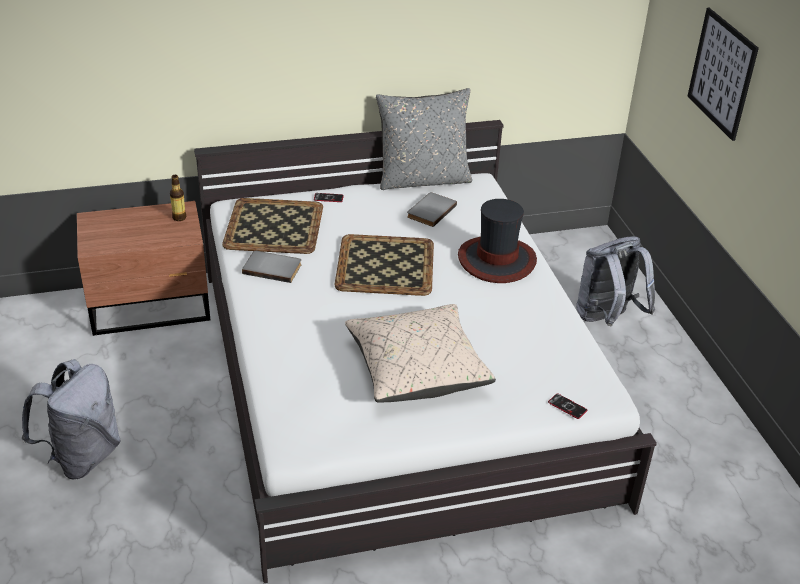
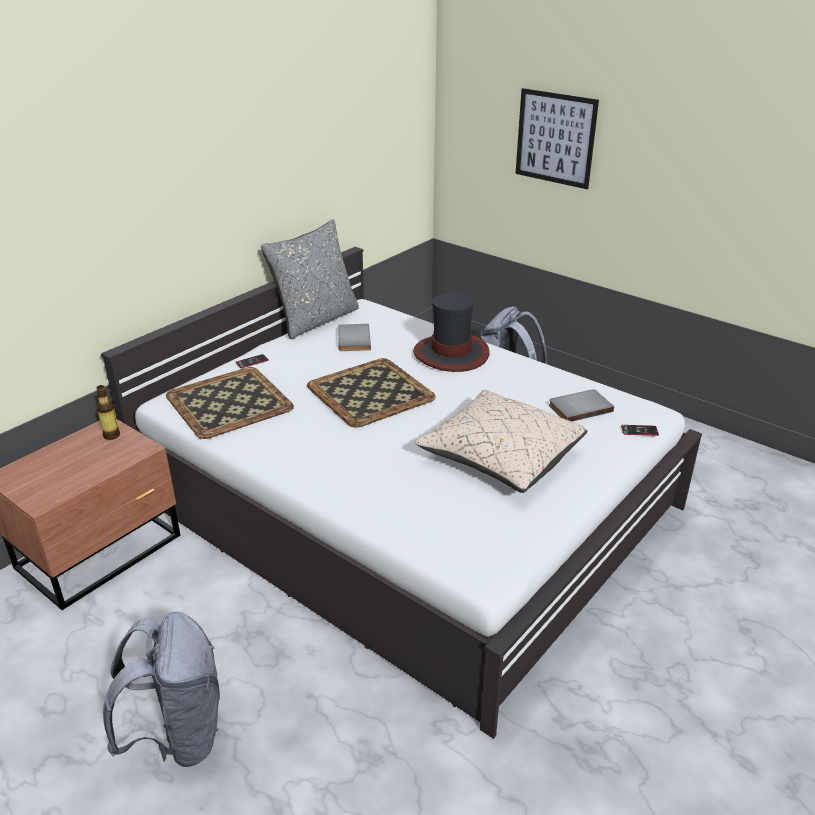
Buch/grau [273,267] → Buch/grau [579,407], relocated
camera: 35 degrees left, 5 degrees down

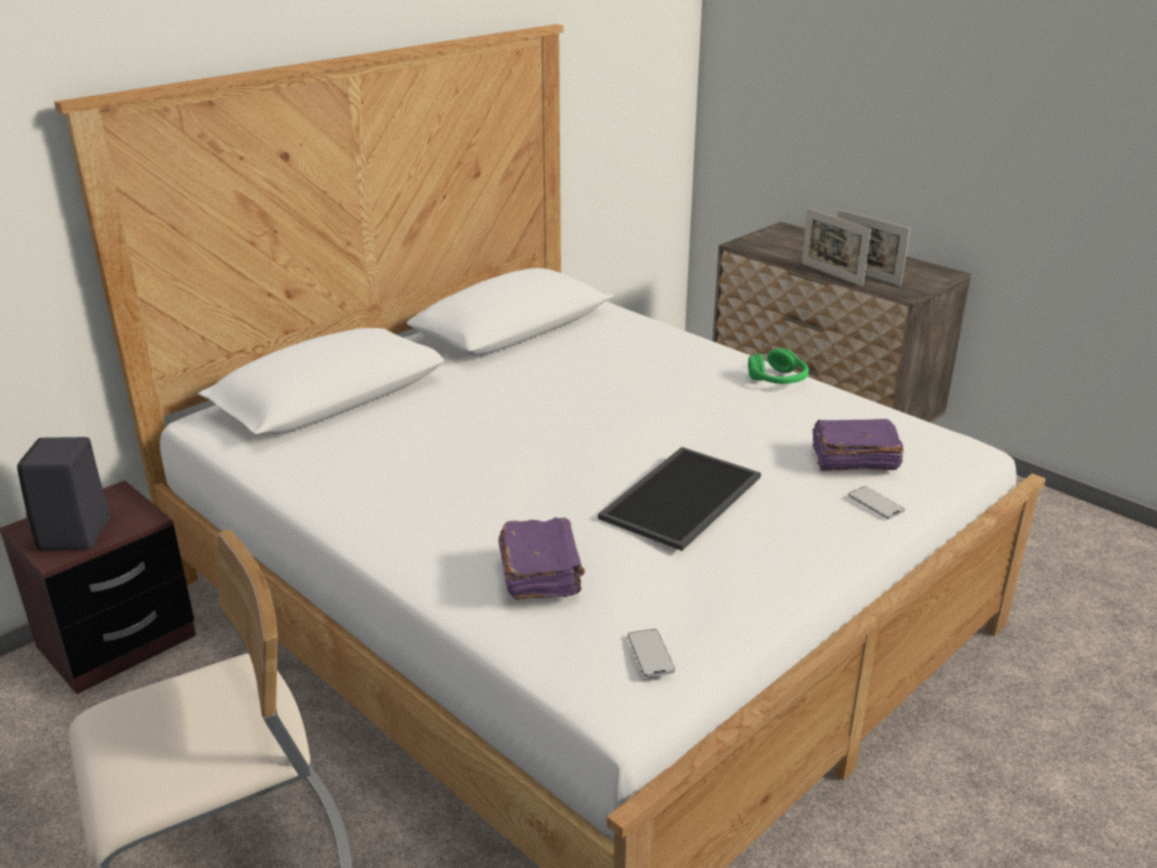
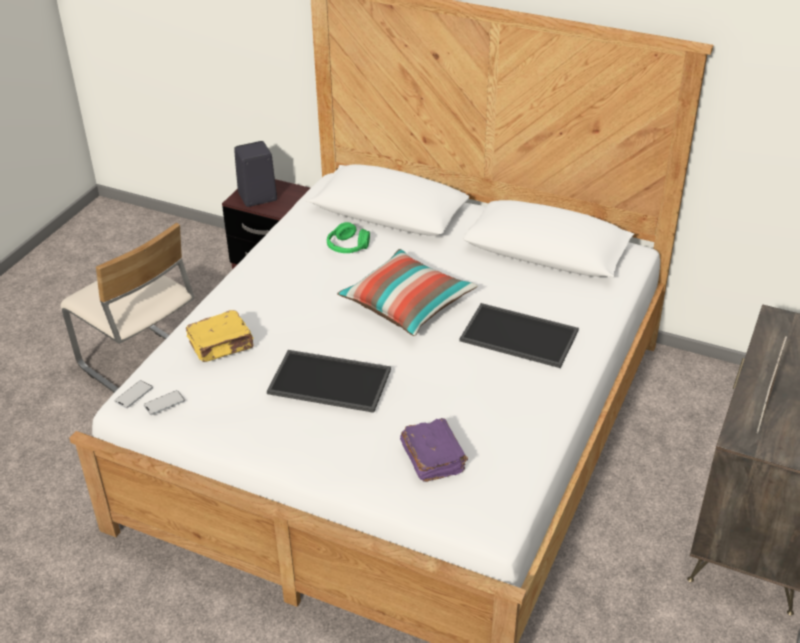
Handy [875,503] → Handy [134,395], relocated
Buch/lila [541,573] → Buch/gelb [222,345]
Kopfhörer/grün [778,380] → Kopfhörer/grün [347,247], relocated
- → Kissen [407,305]
- → Tablett [517,336]
Bilderrahmen [831,274] → -
camera: 70 degrees right, 10 degrees up

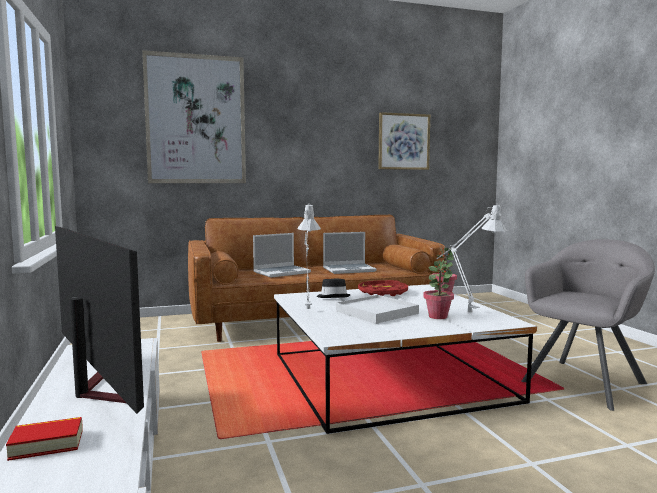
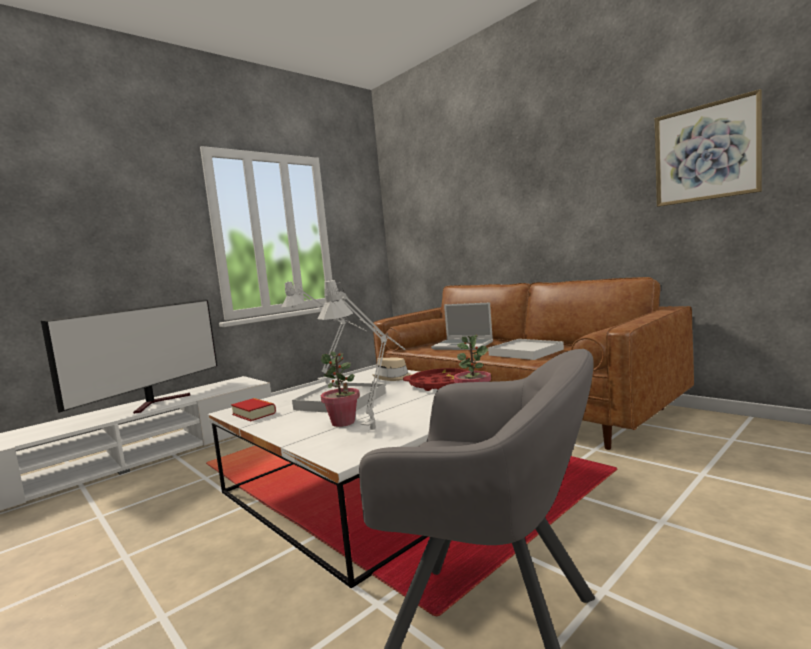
Buch [47,444] → Buch [254,414], relocated
Hut/schwarz [333,296] → Hut/beige [394,378]
Laptop [349,270] → Tablett/weiß [526,352]
Bild [196,119] → -
camera: 65 degrees right, 0 degrees up

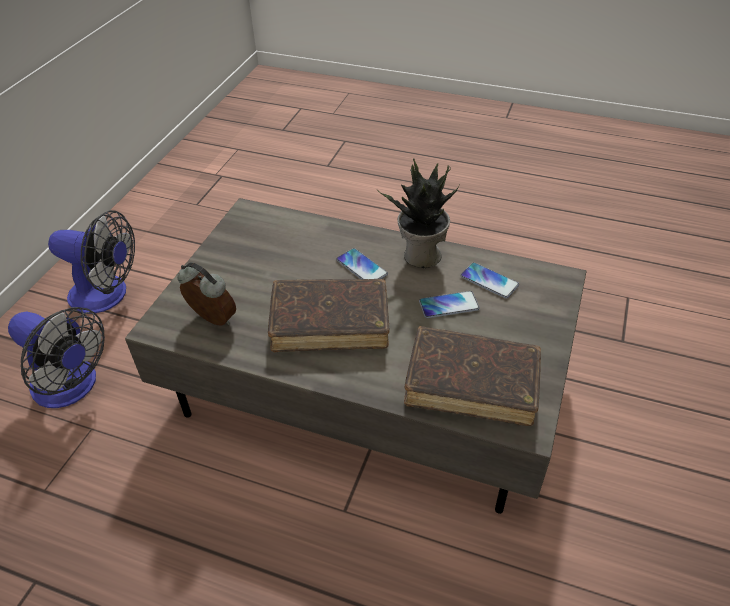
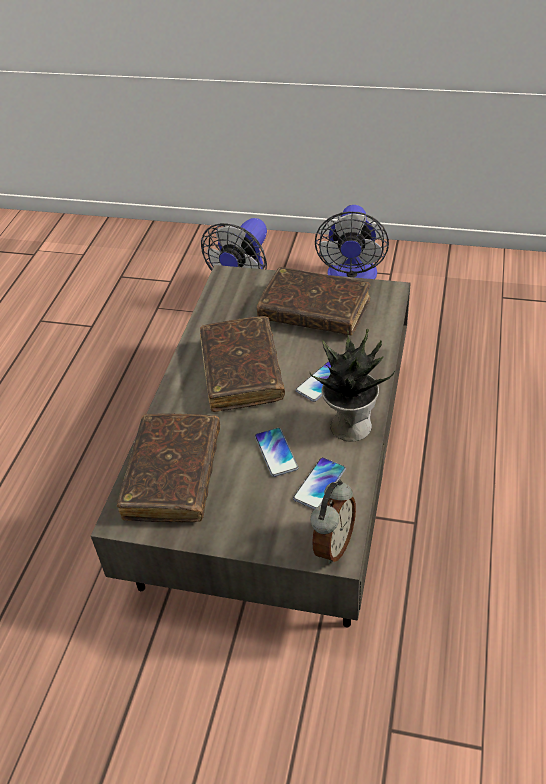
- → Buch/braun [314,311]
Wecker [212,320] → Wecker [332,545], relocated
camera: 85 degrees right, 0 degrees up

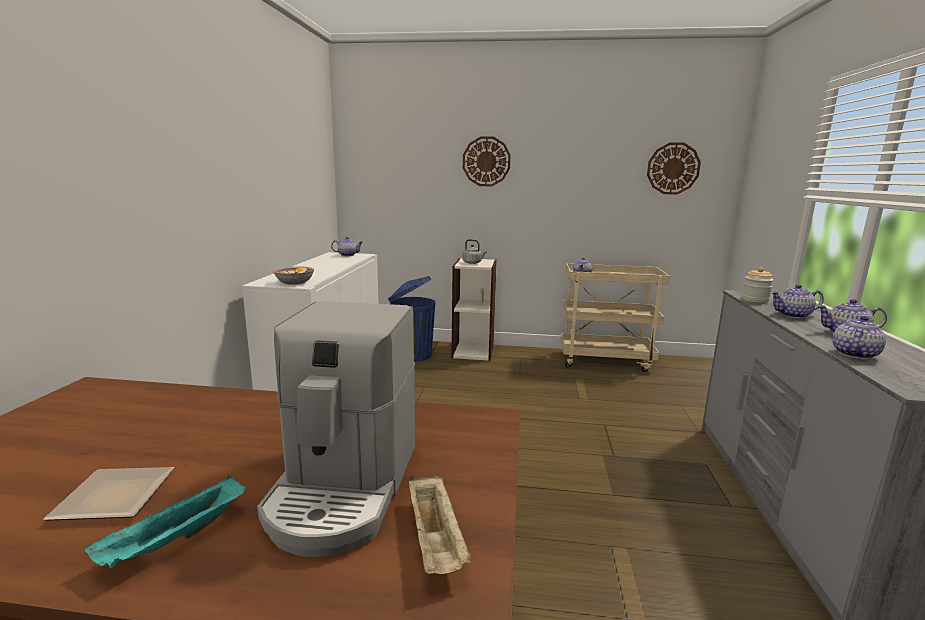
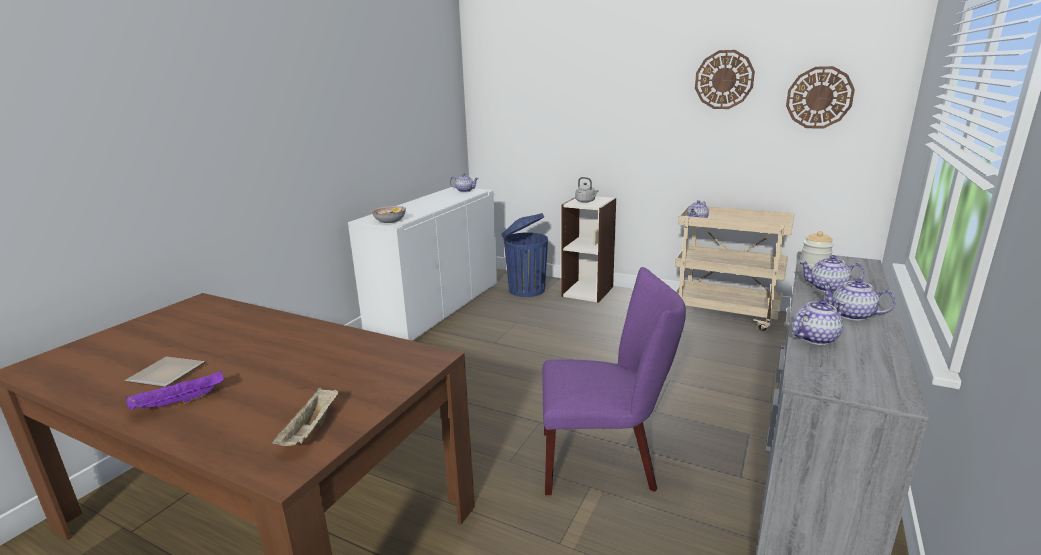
Tablett/türkis [176,540] → Tablett/lila [179,403]
- → Stuhl/lila [605,460]
Wanduhr [486,161] → Wanduhr [724,80], relocated
Kaffeemaschine [345,487] → -
camera: 20 degrees right, 5 degrees up

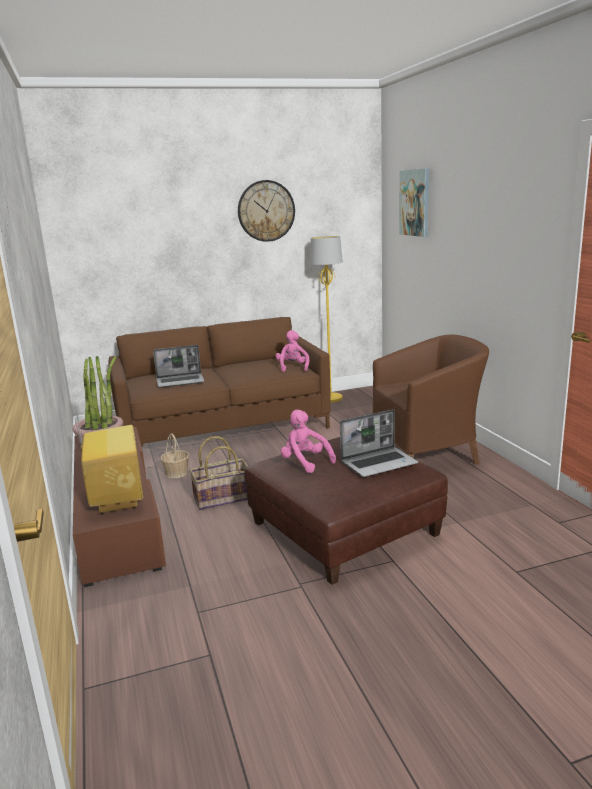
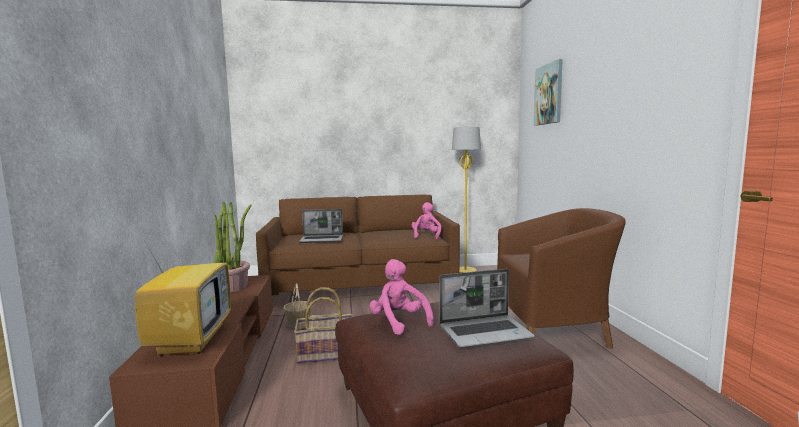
Wanduhr [266,211] → -
camera: 10 degrees right, 10 degrees down

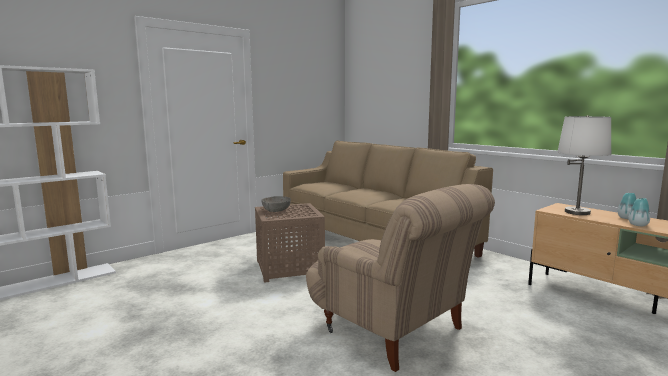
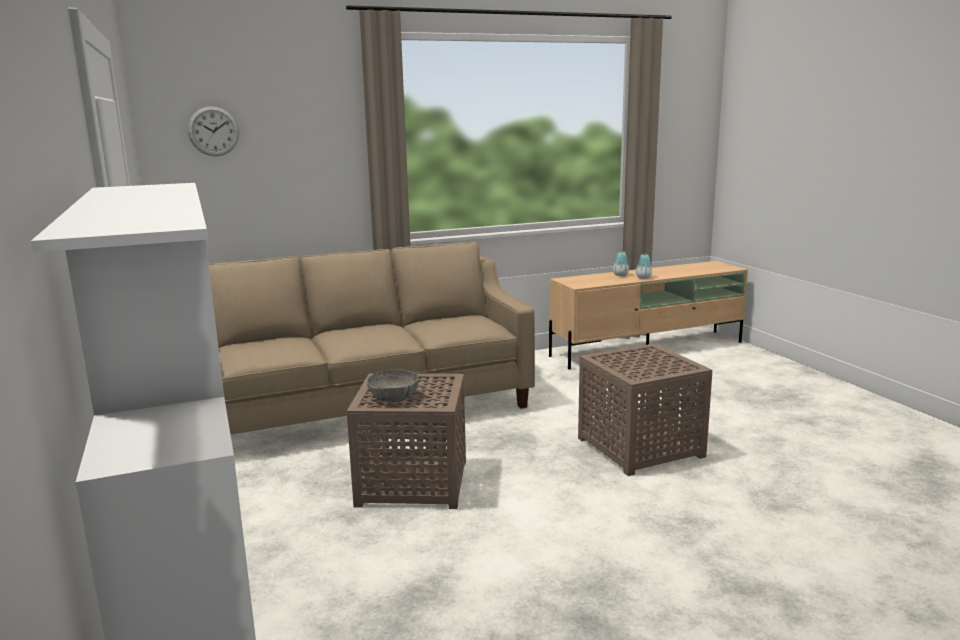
- → Wanduhr [213,131]
Sessel/beige [394,330] → Beistelltisch/braun [642,447]
Tischlampe/weiß [577,212] → -
camera: 70 degrees left, 5 degrees up

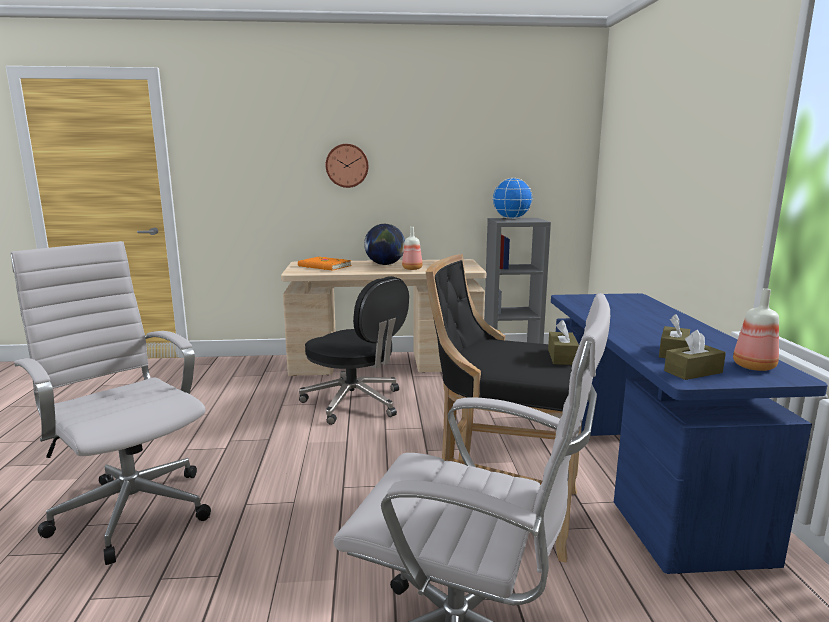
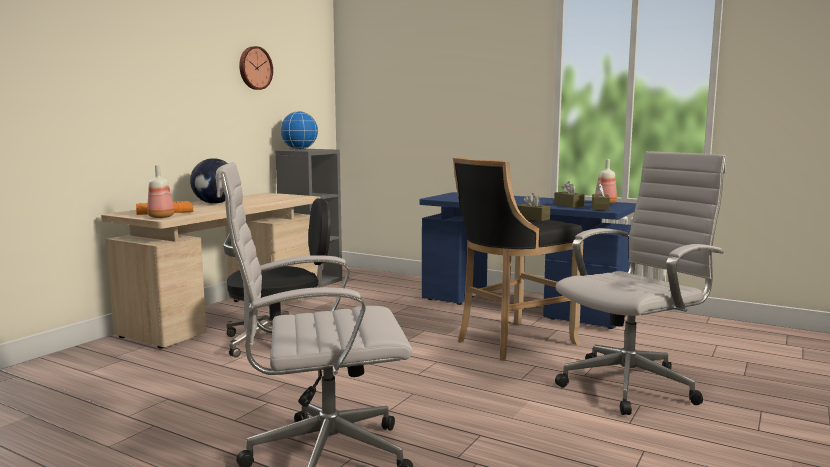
Flasche [413,269] → Flasche [162,217], relocated
Wanduhr [347,165] → Wanduhr [254,68], relocated
camera: 55 degrees left, 5 degrees down

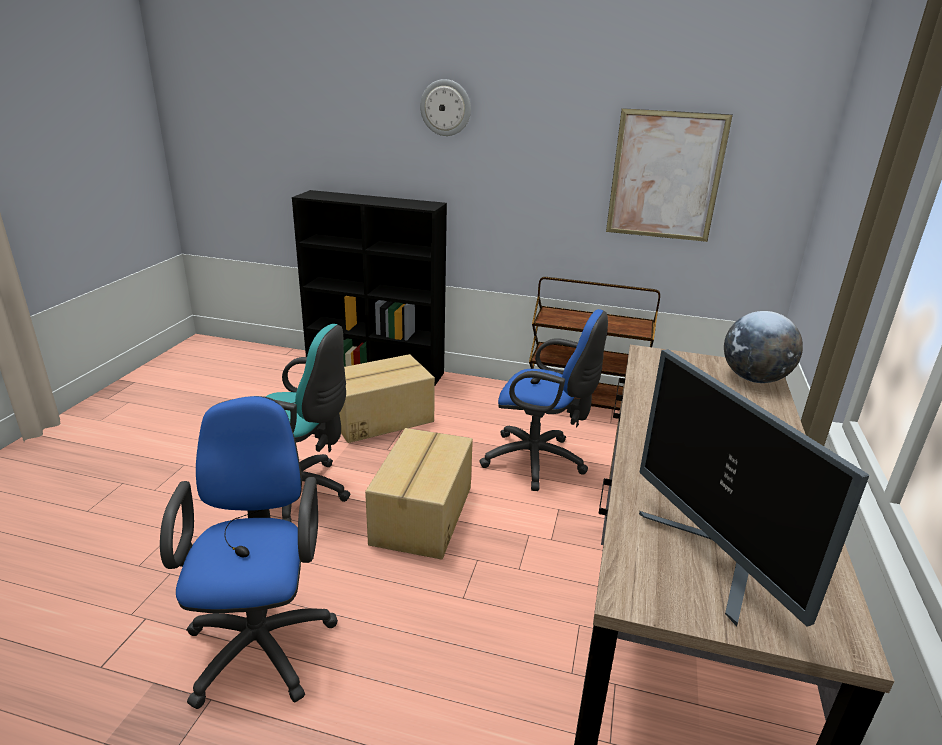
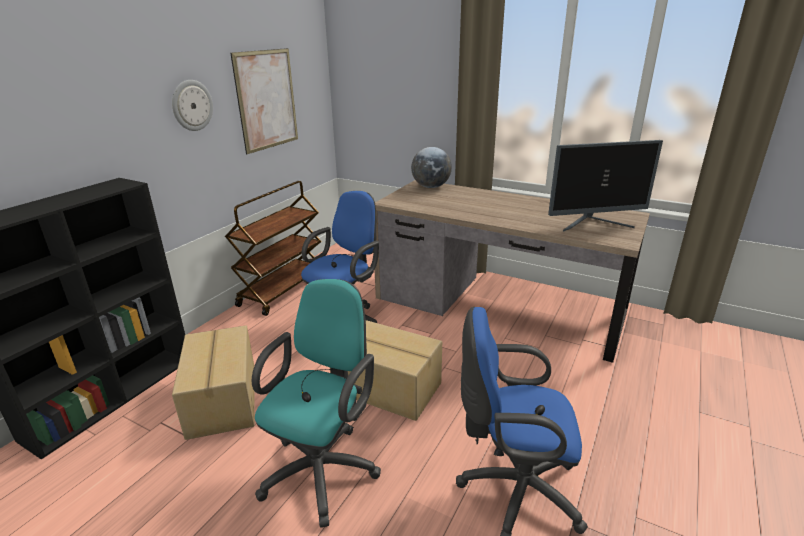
Wanduhr [445,108] → Wanduhr [191,105], relocated
camera: 75 degrees left, 0 degrees up

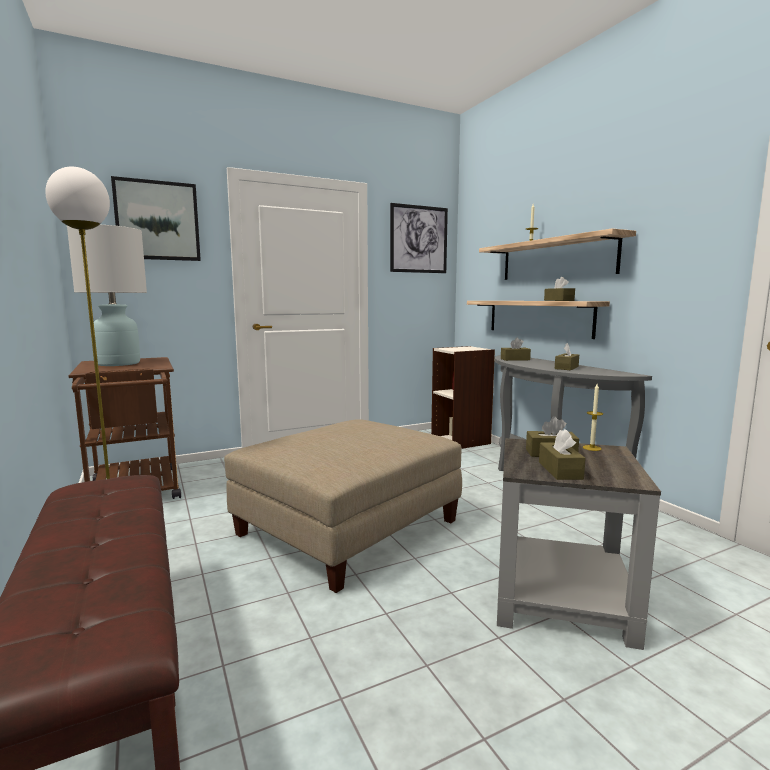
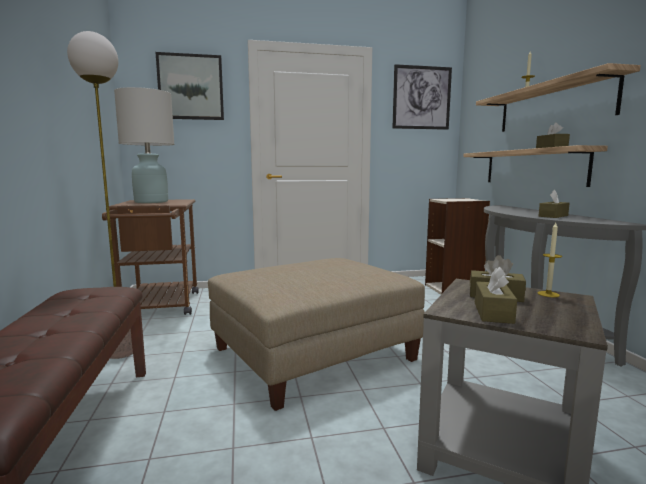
Taschentuchbox/braun [515,359] → -
camera: 15 degrees right, 0 degrees up

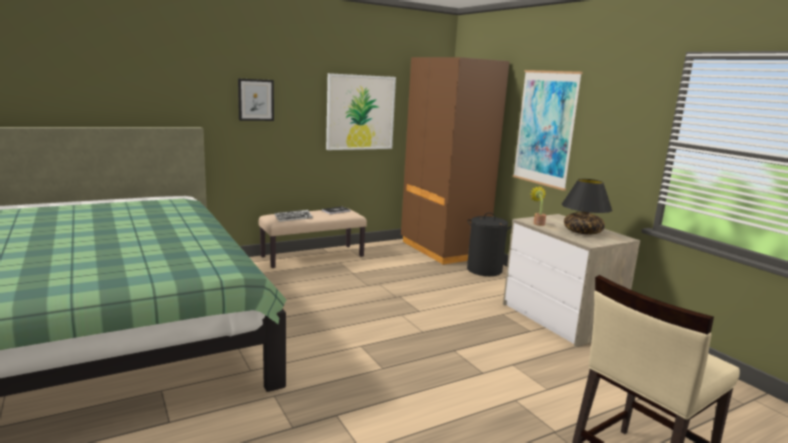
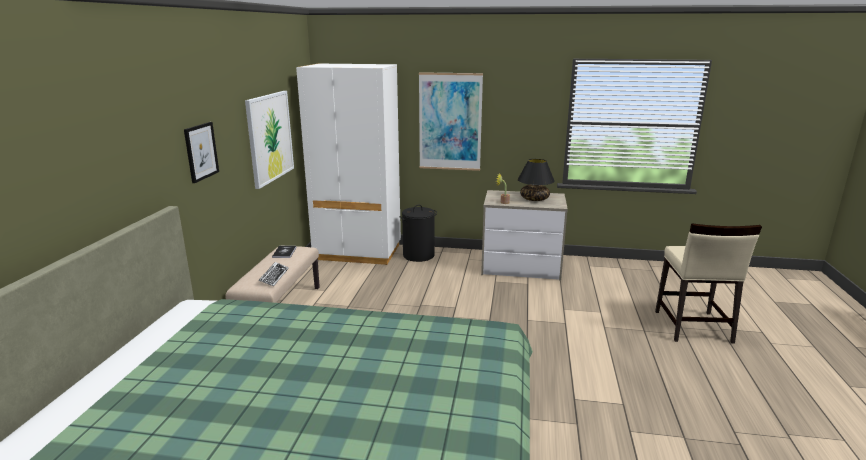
Kleiderschrank/braun [442,249] → Kleiderschrank/weiß [358,252]
camera: 50 degrees left, 5 degrees up

